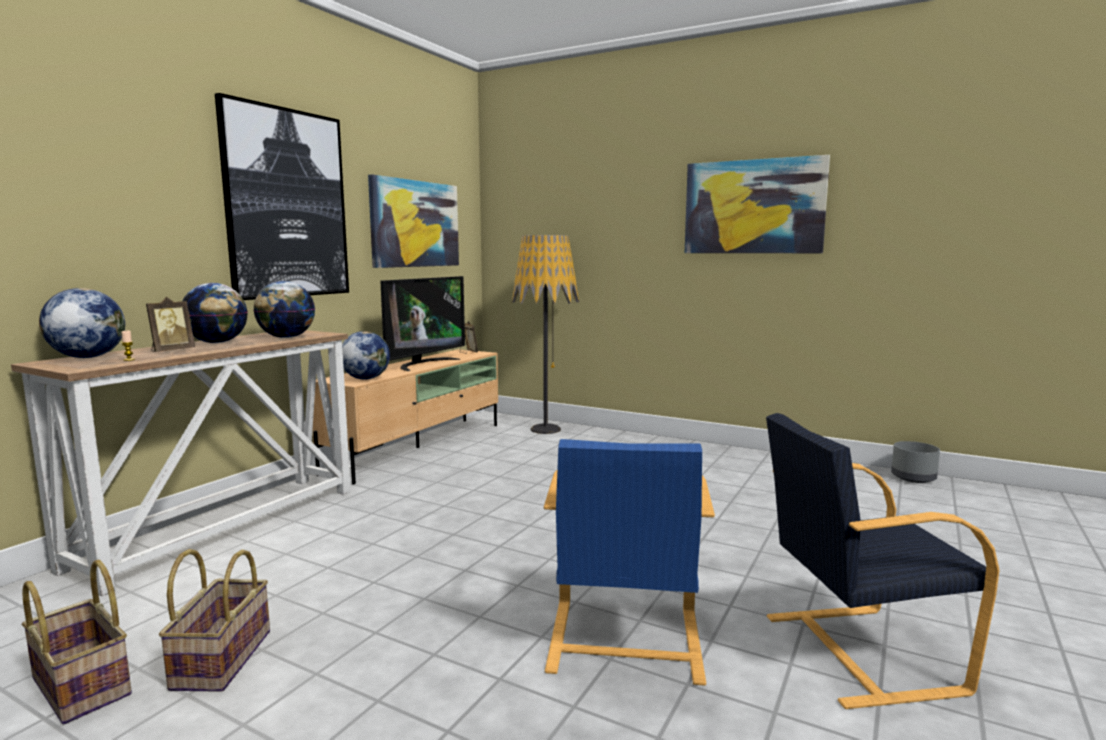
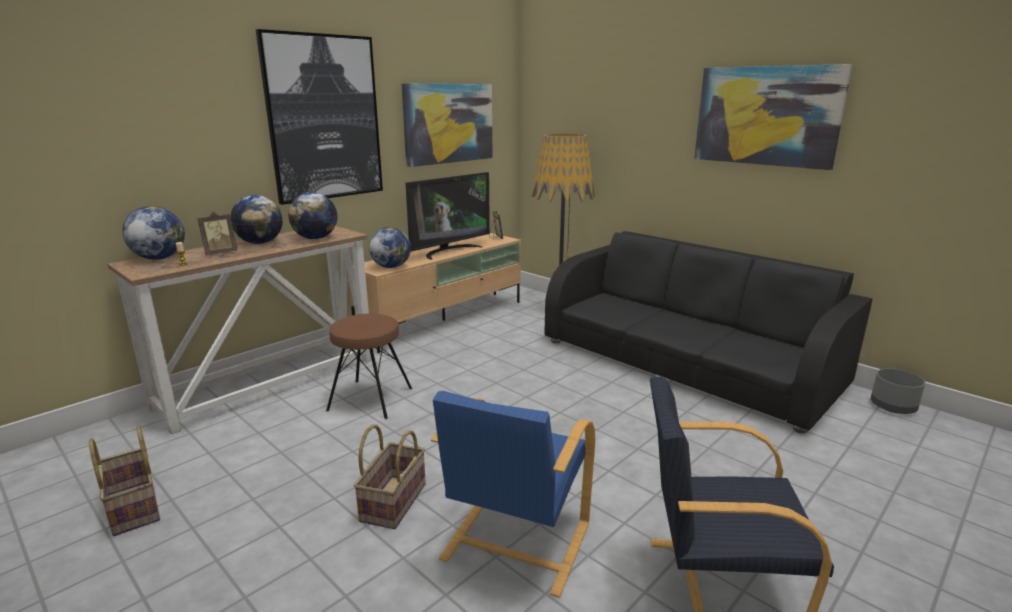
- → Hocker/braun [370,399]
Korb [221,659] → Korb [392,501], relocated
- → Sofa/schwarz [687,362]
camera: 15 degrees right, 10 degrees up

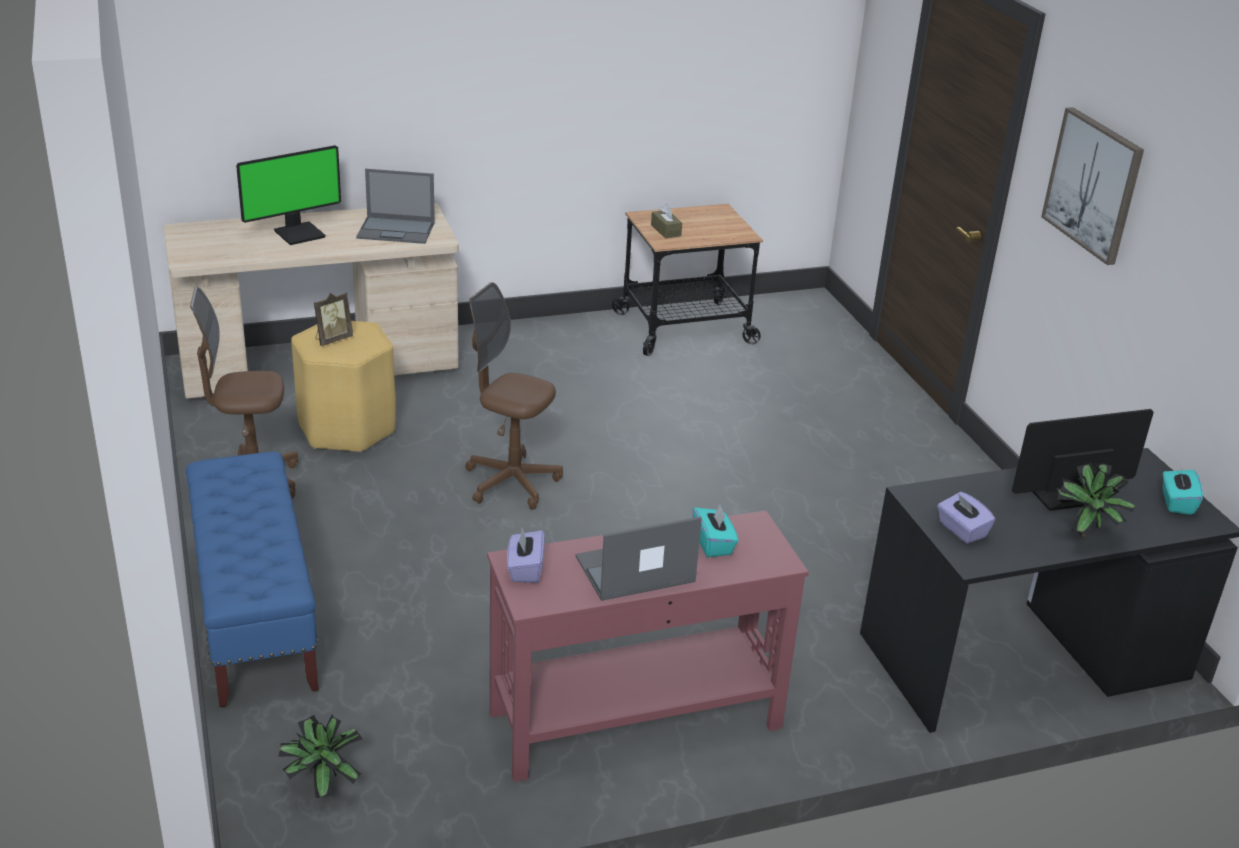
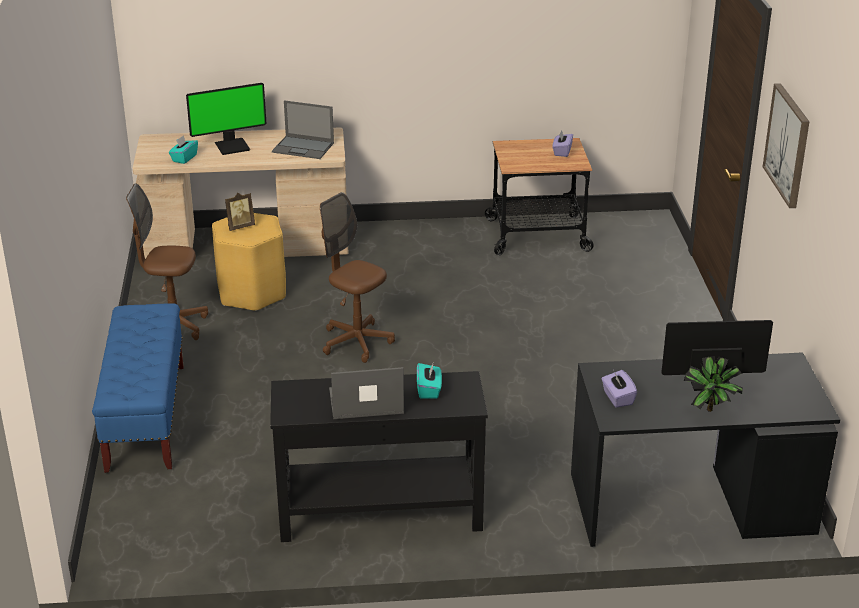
Taschentuchbox/türkis [1176,503] → Taschentuchbox/türkis [184,158], relocated
Konsolentisch/rot [634,720] → Konsolentisch/schwarz [379,513]
Taschentuchbox/lila [525,569] → Taschentuchbox/lila [562,152], relocated
Topfpflanze [322,787] → -
Taschentuchbox/braun [665,230] → -
camera: 15 degrees right, 0 degrees up

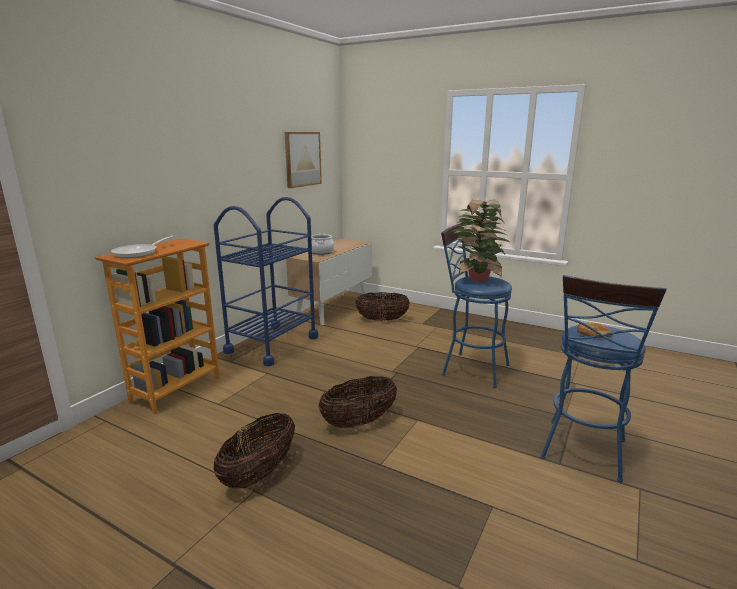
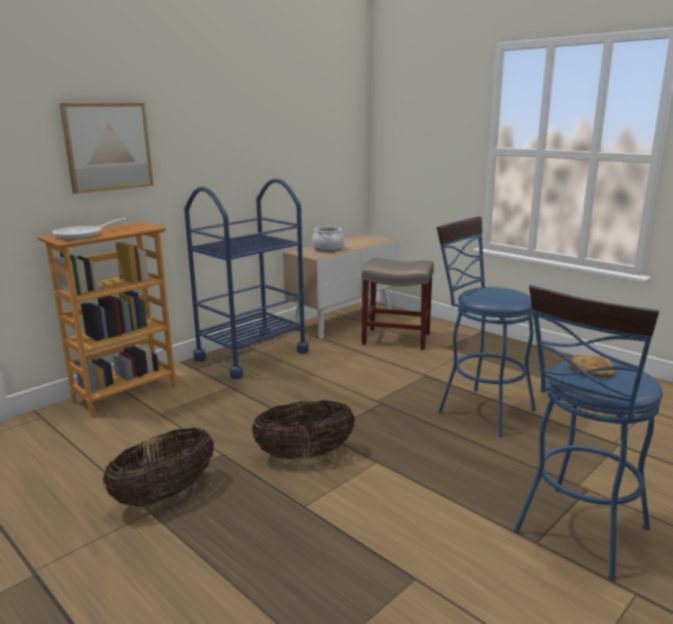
Bild [302,159] → Bild [107,146], relocated
Korb [382,320] → Hocker/beige [397,338]
Topfpflanze [477,279] → -
camera: 15 degrees right, 0 degrees up

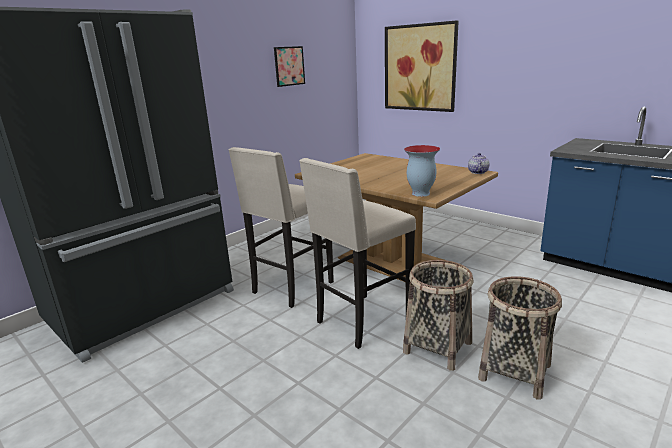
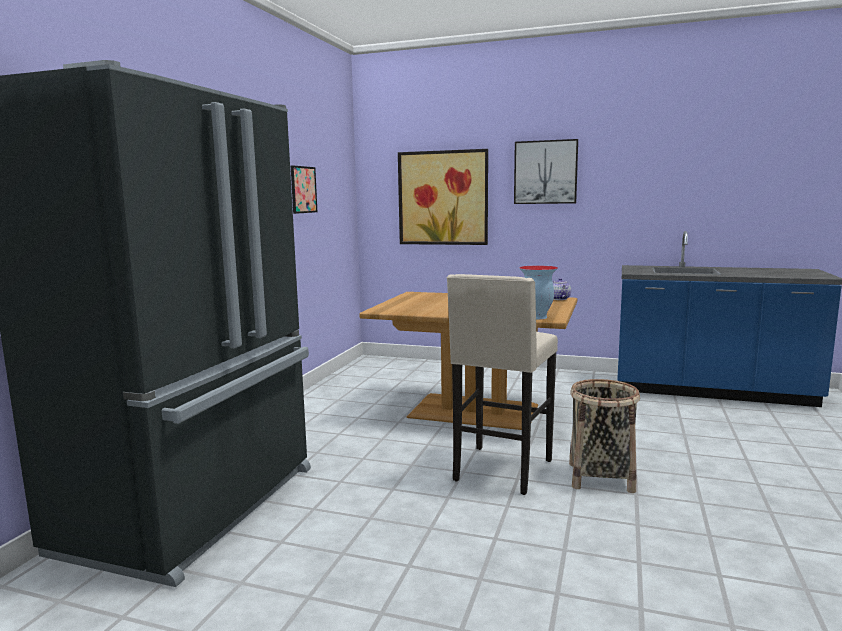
- → Bild [545,172]
Hocker/beige [291,288] → -
Korb [514,372] → -
camera: 25 degrees left, 10 degrees down

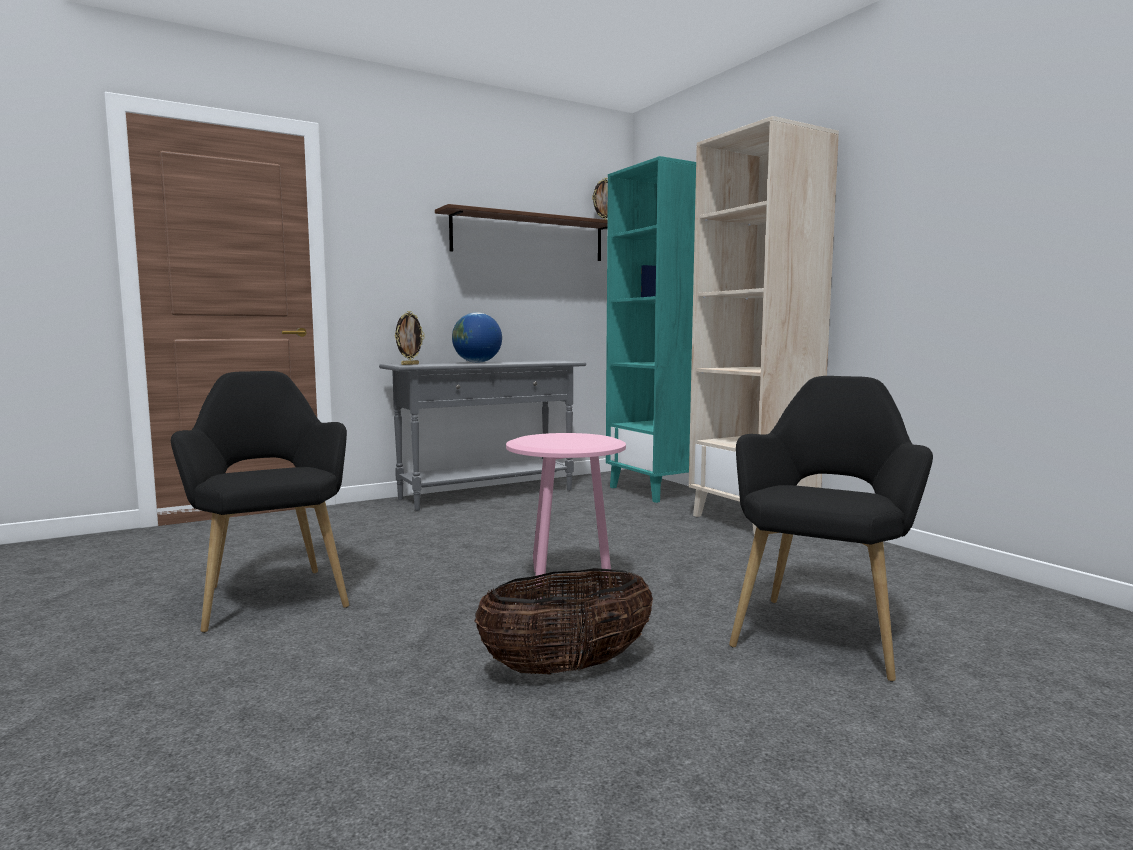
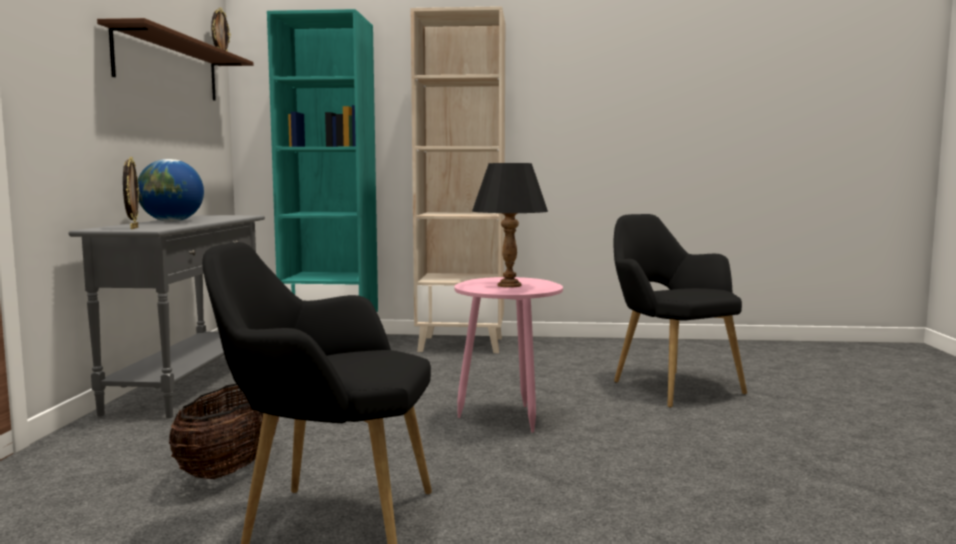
Korb [566,667] → Korb [231,468], relocated
- → Tischlampe/schwarz [508,285]
camera: 55 degrees left, 0 degrees up

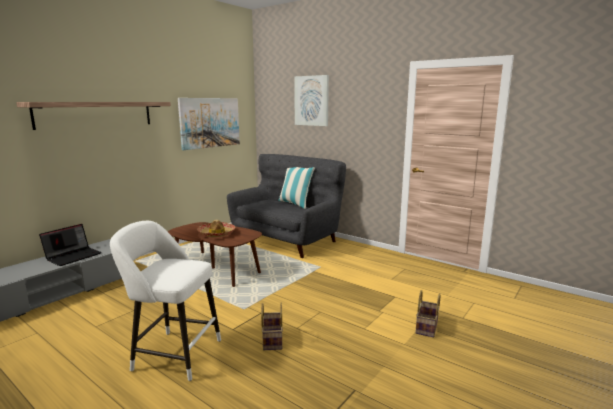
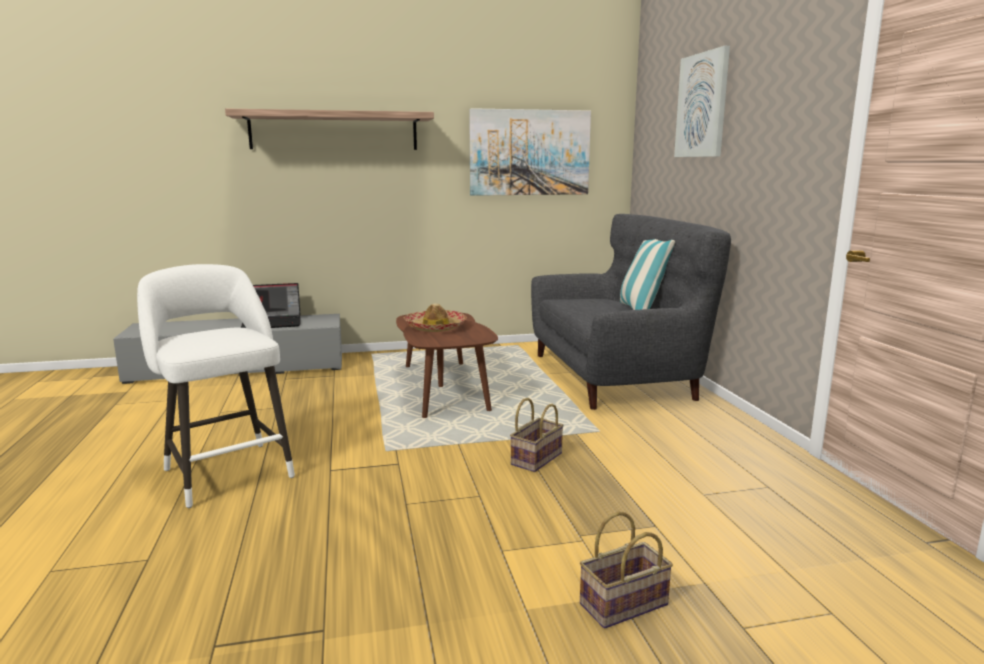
Korb [272,339] → Korb [536,458], relocated
camera: 40 degrees right, 0 degrees up

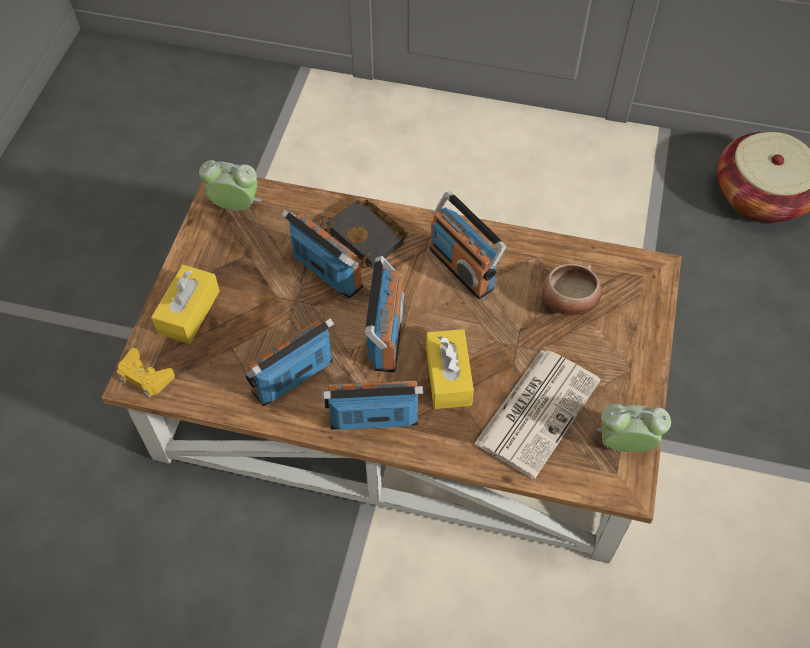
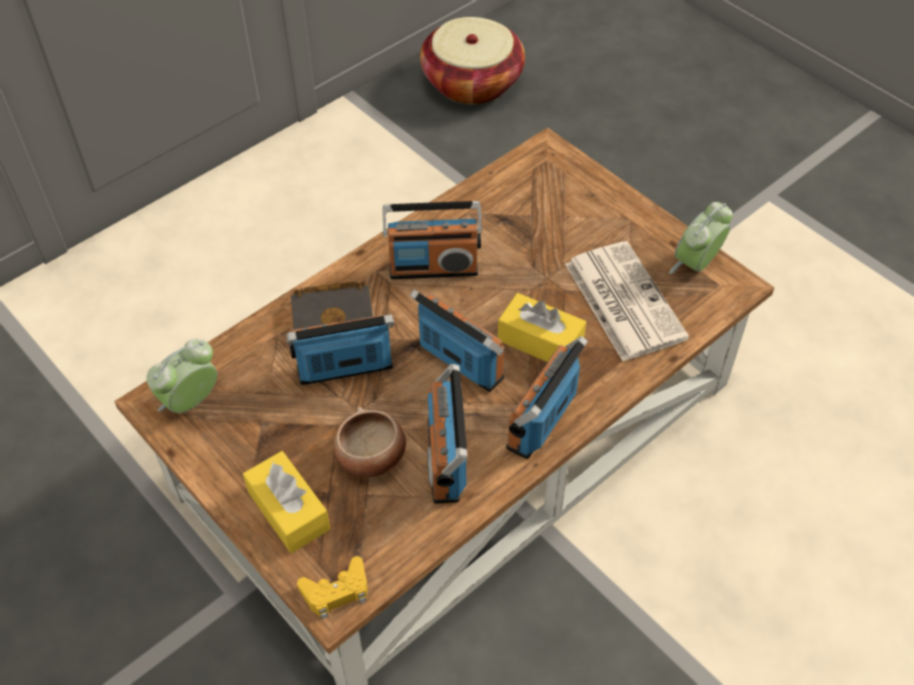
Schüssel [568,302] → Schüssel [371,458], relocated
camera: 55 degrees left, 5 degrees down

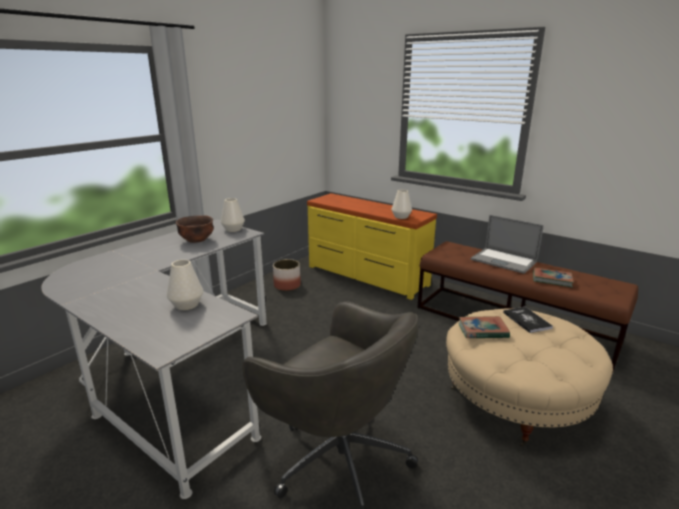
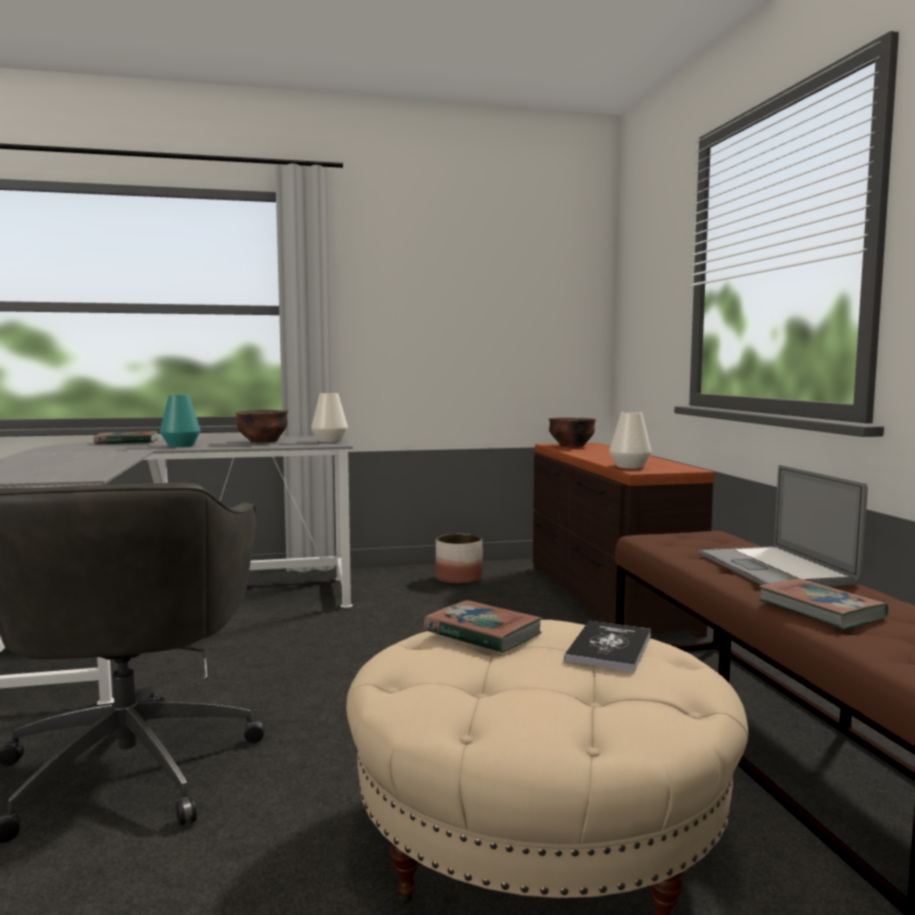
- → Buch [127,442]
- → Vase/türkis [181,445]
Kommode/gelb [366,276] → Kommode/braun [605,597]
- → Schüssel/braun [571,446]
Vase/weiß [186,305] → -
camera: 40 degrees right, 15 degrees down

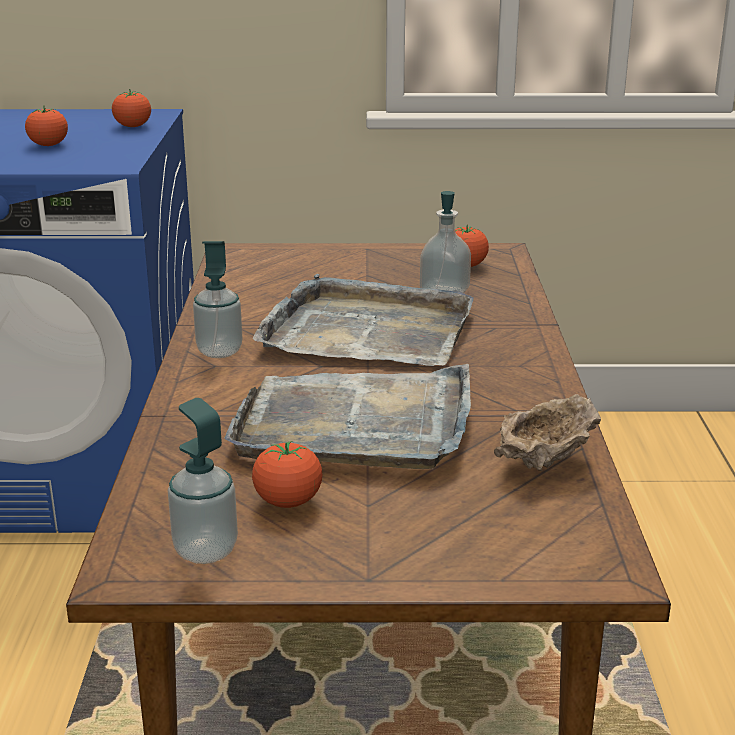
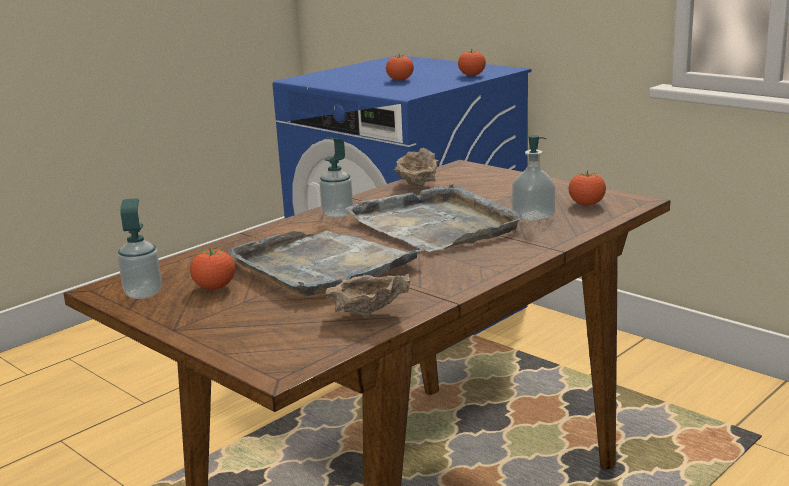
- → Schüssel/beige [417,185]
camera: 45 degrees right, 5 degrees down

